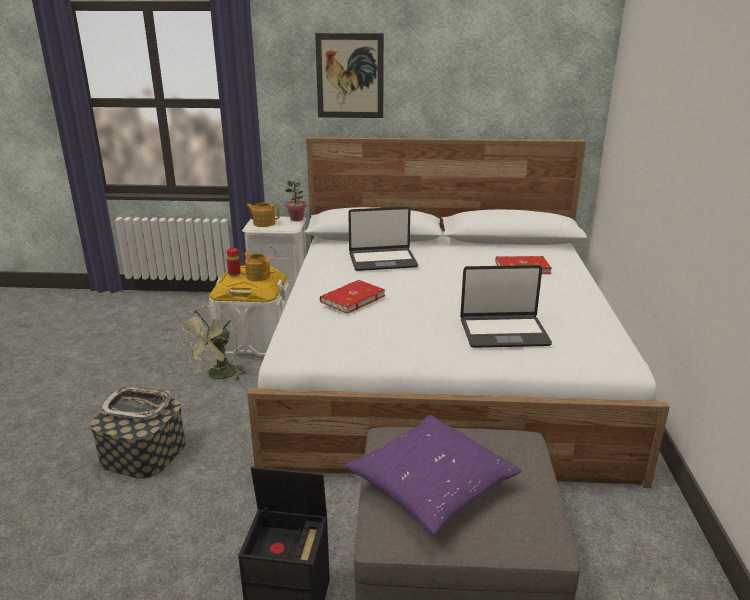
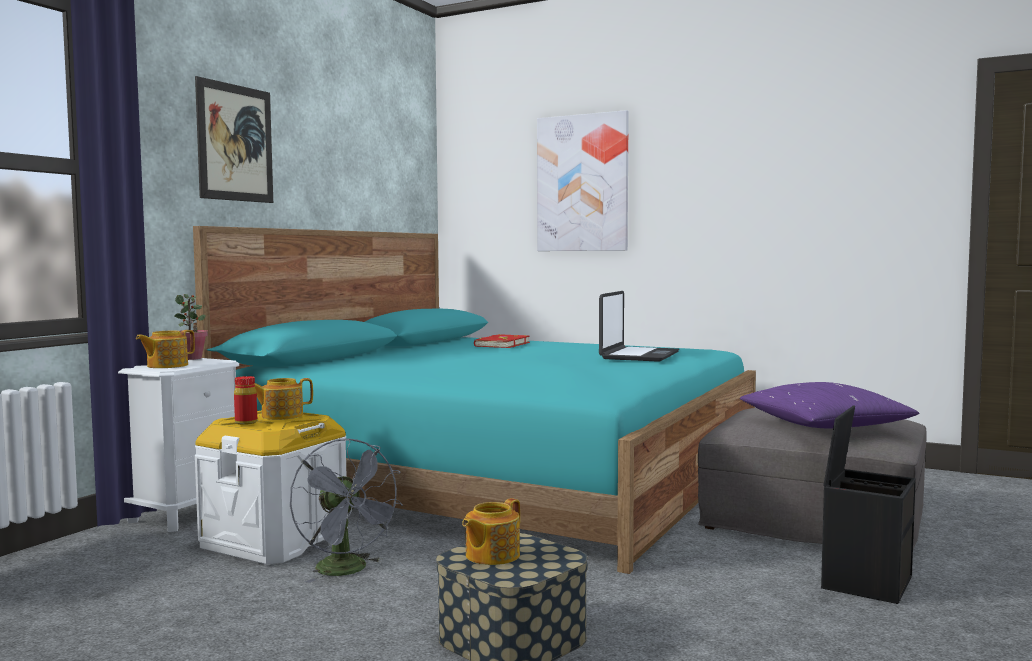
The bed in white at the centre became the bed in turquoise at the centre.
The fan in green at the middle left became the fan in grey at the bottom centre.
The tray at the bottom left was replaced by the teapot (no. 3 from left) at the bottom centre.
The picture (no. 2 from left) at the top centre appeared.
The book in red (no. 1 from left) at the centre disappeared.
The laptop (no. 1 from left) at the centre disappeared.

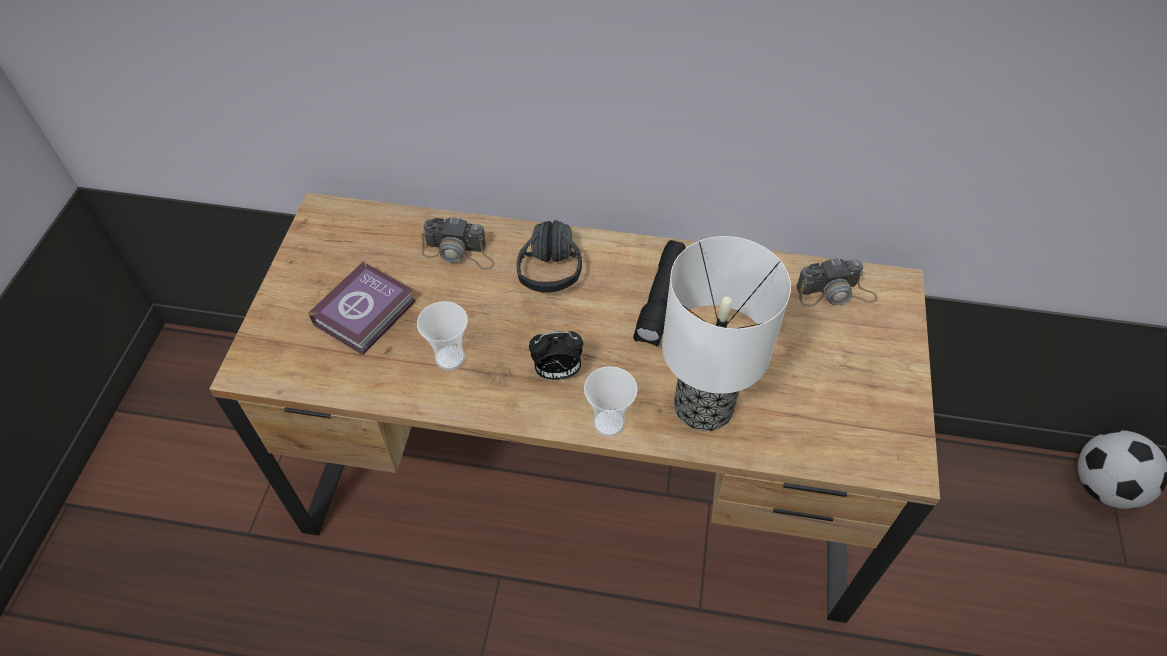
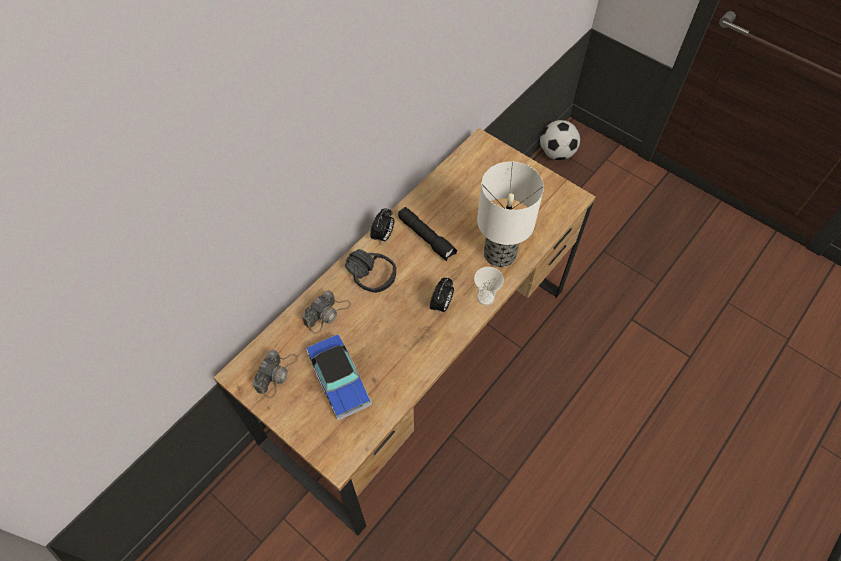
The photo camera (no. 2 from left in the first image) moved from the middle right to the bottom left.
The book at the middle left was replaced by the toy car at the bottom centre.
The alarm clock (no. 1 from left) at the centre appeared.
The cup (no. 1 from left) at the centre disappeared.

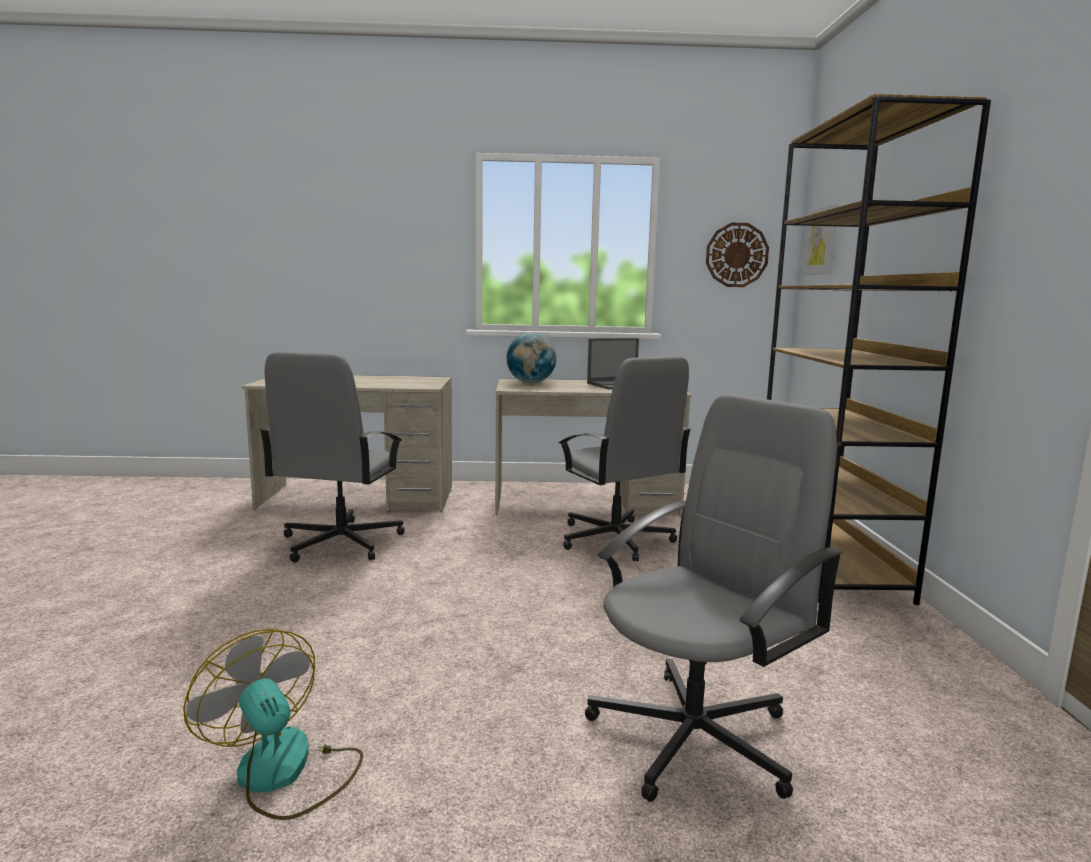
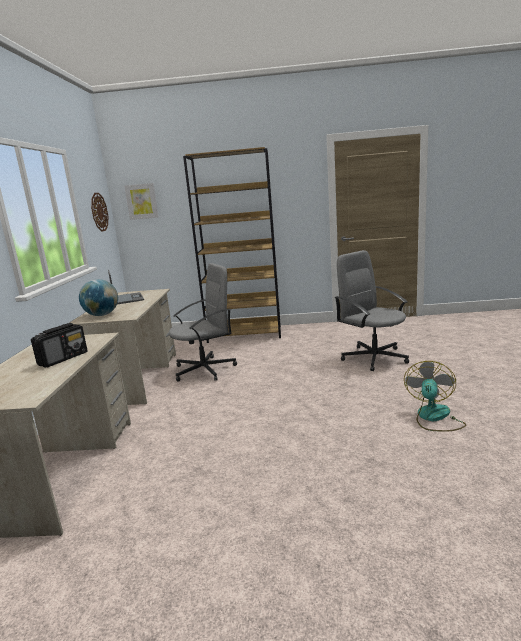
The radio at the middle left appeared.
The fan at the bottom left turned 150 degrees clockwise.
The office chair in grey (no. 1 from left) at the middle left disappeared.

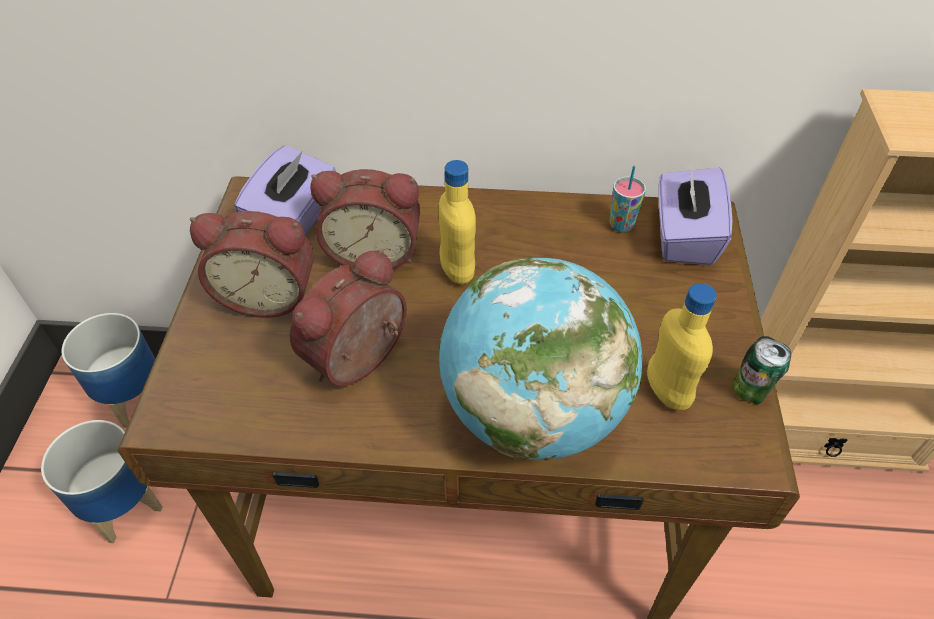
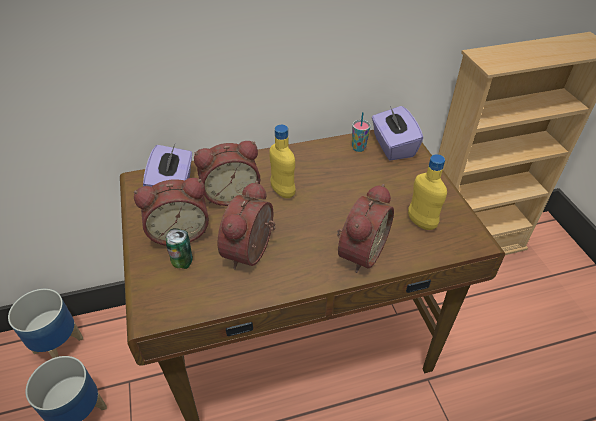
The can moved from the middle right to the middle left.
The globe at the centre was replaced by the alarm clock (no. 4 from left) at the centre.

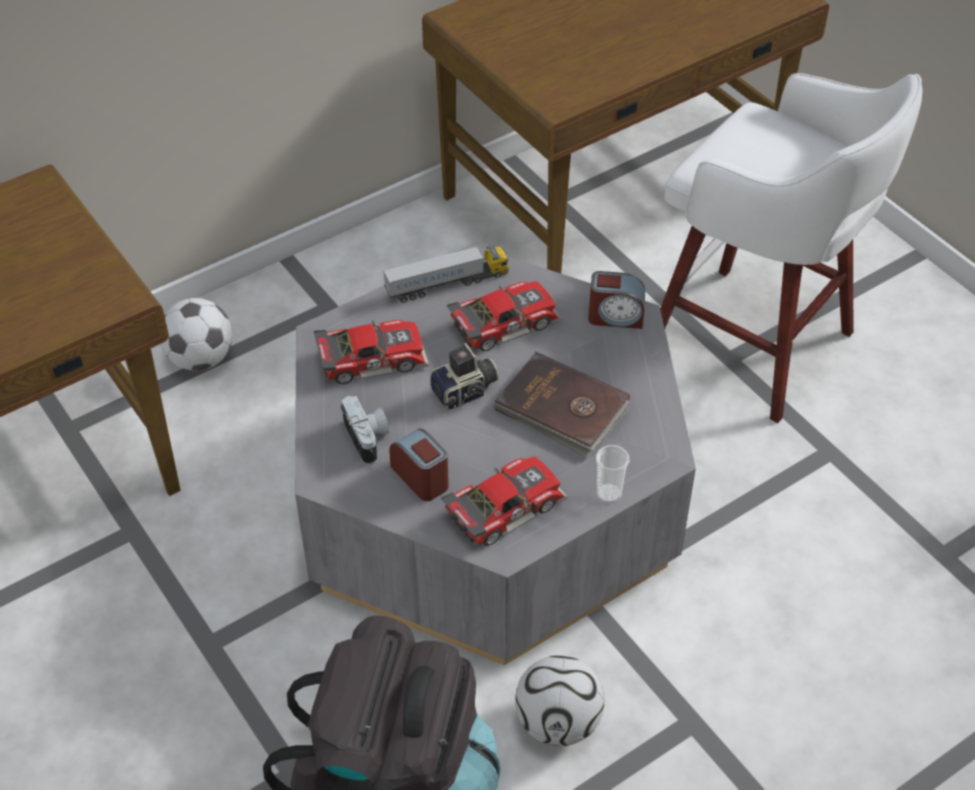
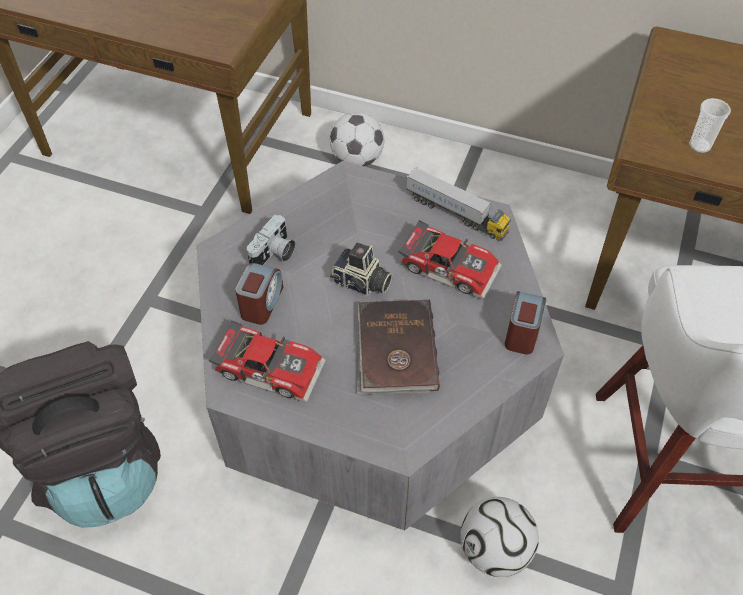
The football (no. 2 from left) moved from the bottom centre to the bottom right.
The alarm clock (no. 2 from left) at the centre turned 135 degrees counterclockwise.
The cup moved from the centre to the top right.
The toy car (no. 1 from left) at the centre disappeared.

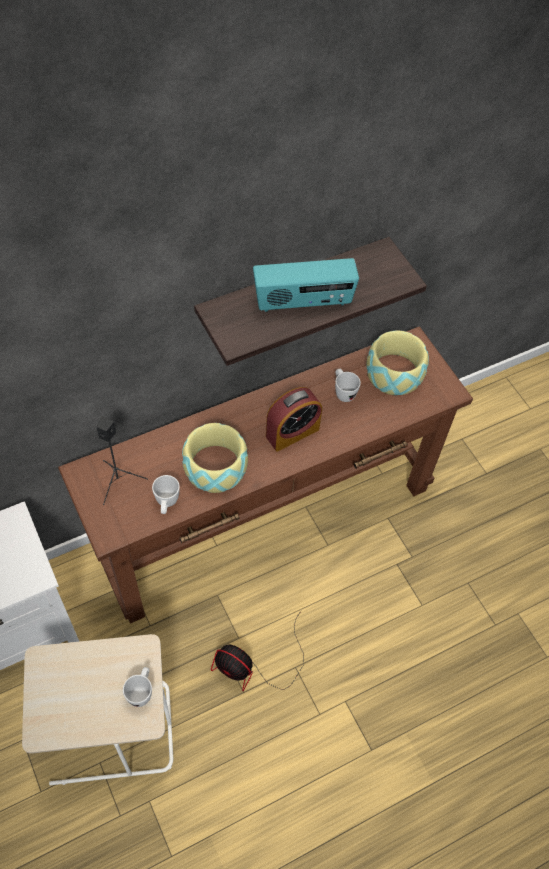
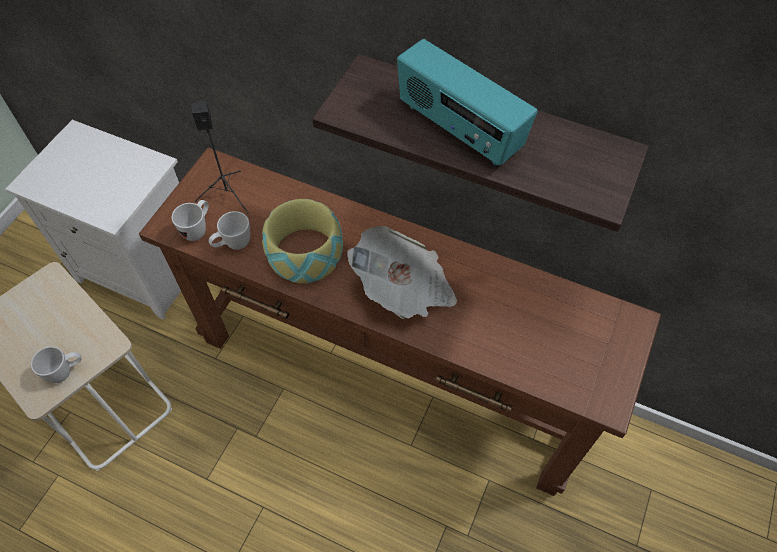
The mug in white (no. 3 from left in the first image) moved from the centre to the middle left.
The alarm clock at the centre was replaced by the newspaper at the centre.
The fan at the bottom centre disappeared.
The bowl (no. 2 from left) at the middle right disappeared.

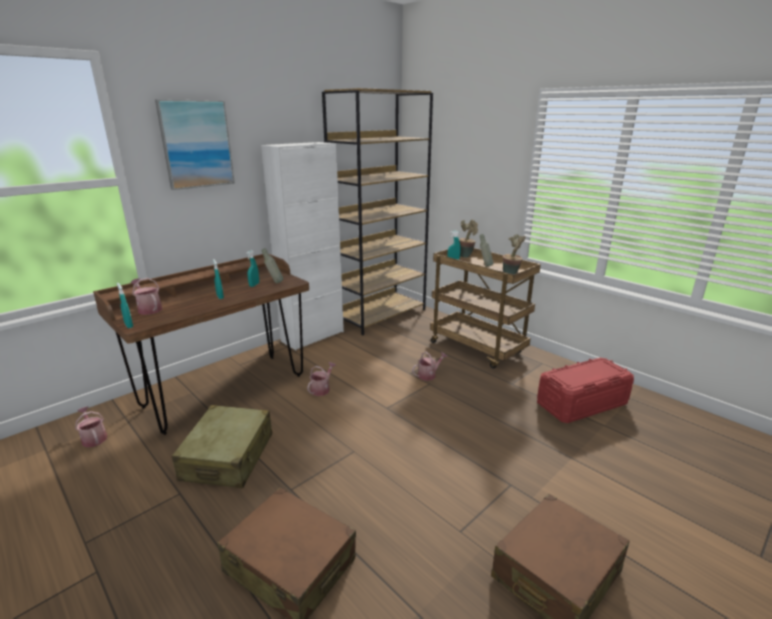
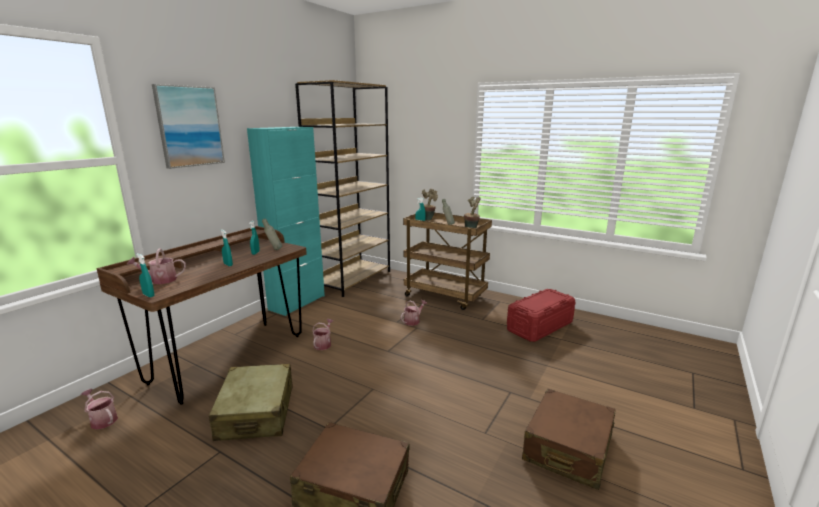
The watering can (no. 2 from left) at the middle left turned 45 degrees counterclockwise.
The cabinet in white at the centre became the cabinet in turquoise at the centre.

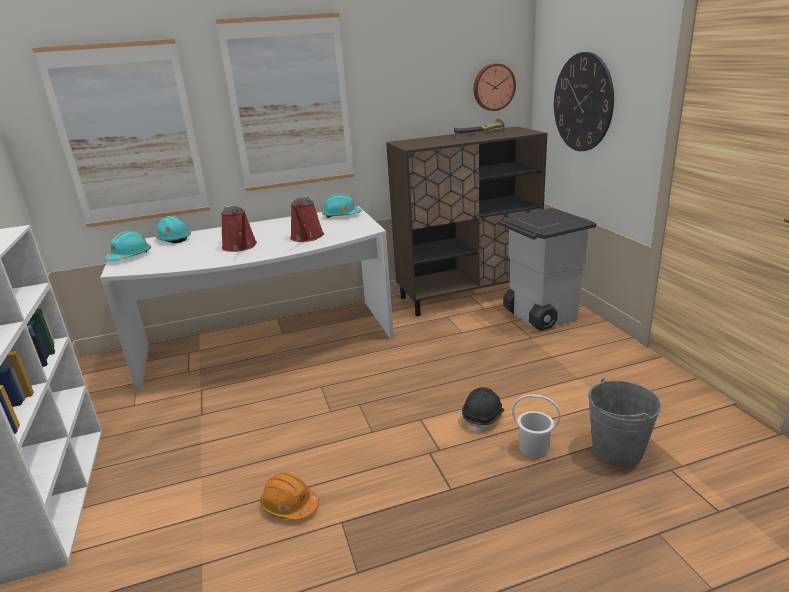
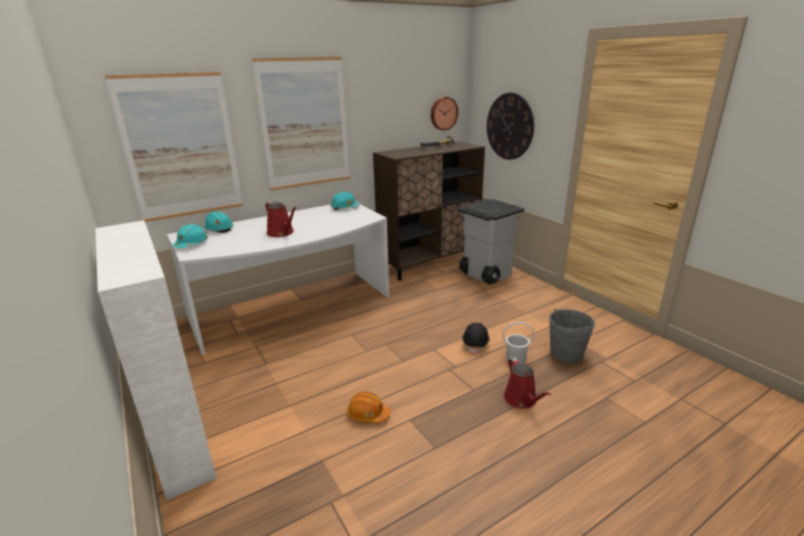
The watering can in red (no. 2 from left) moved from the centre to the bottom centre.

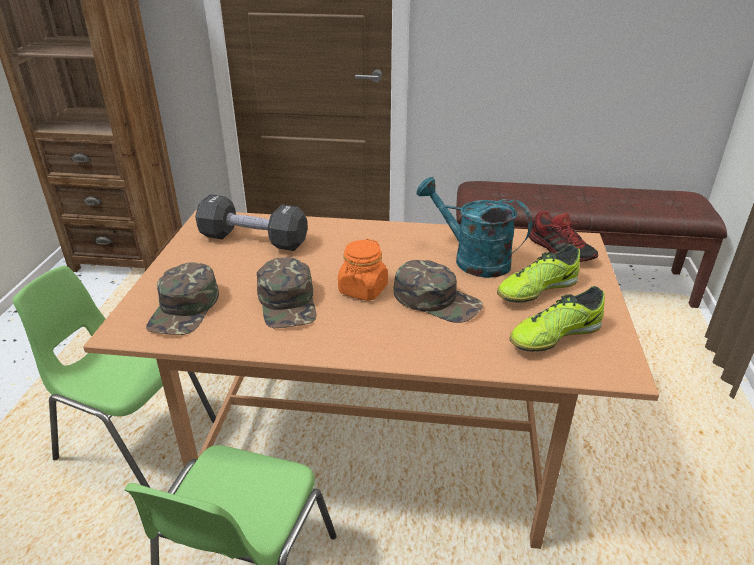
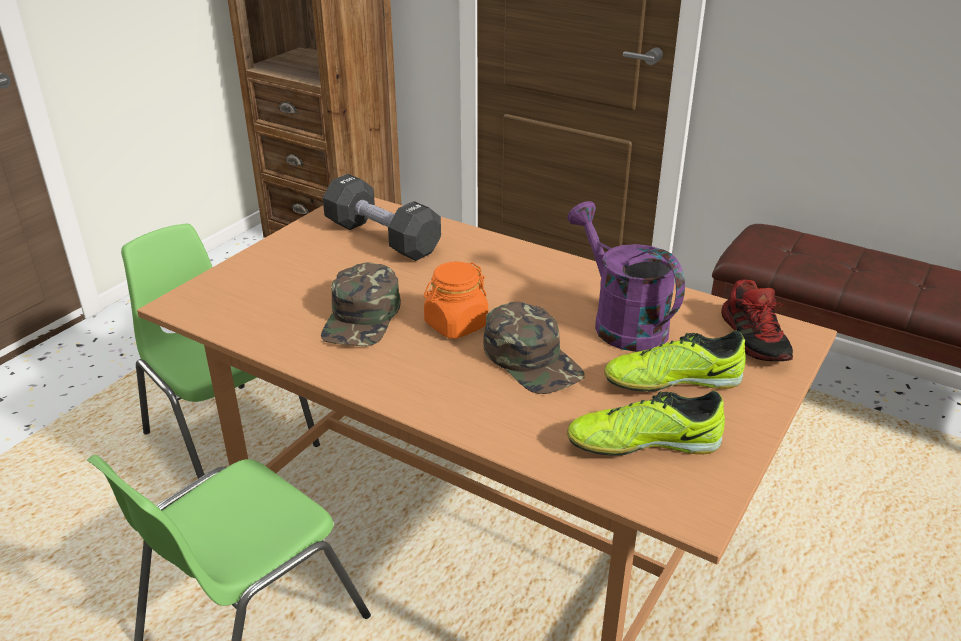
The watering can in turquoise at the centre became the watering can in purple at the centre.
The cap in green (no. 1 from left) at the middle left disappeared.

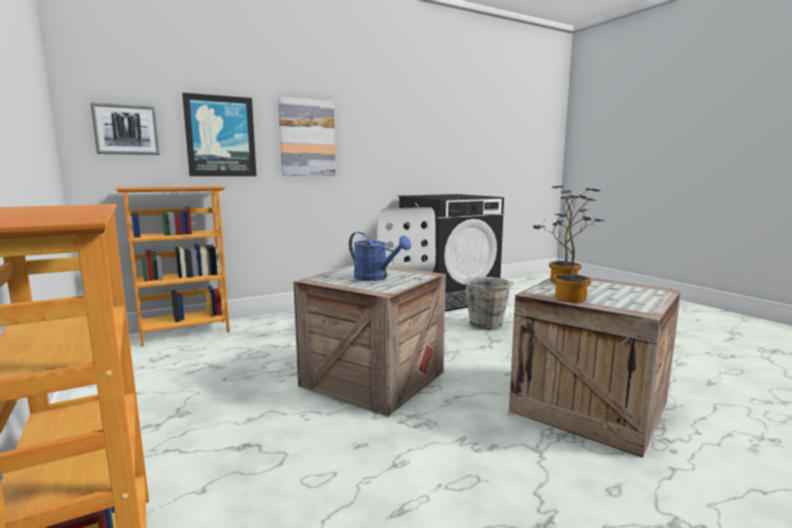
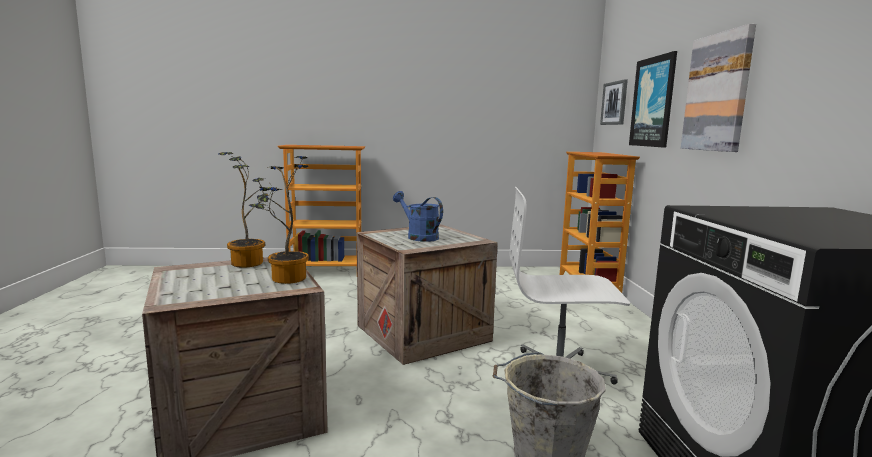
The watering can in blue at the centre turned 75 degrees clockwise.

